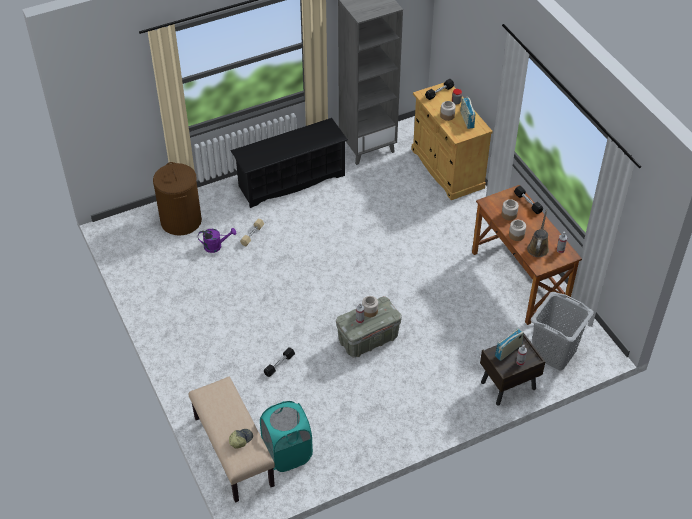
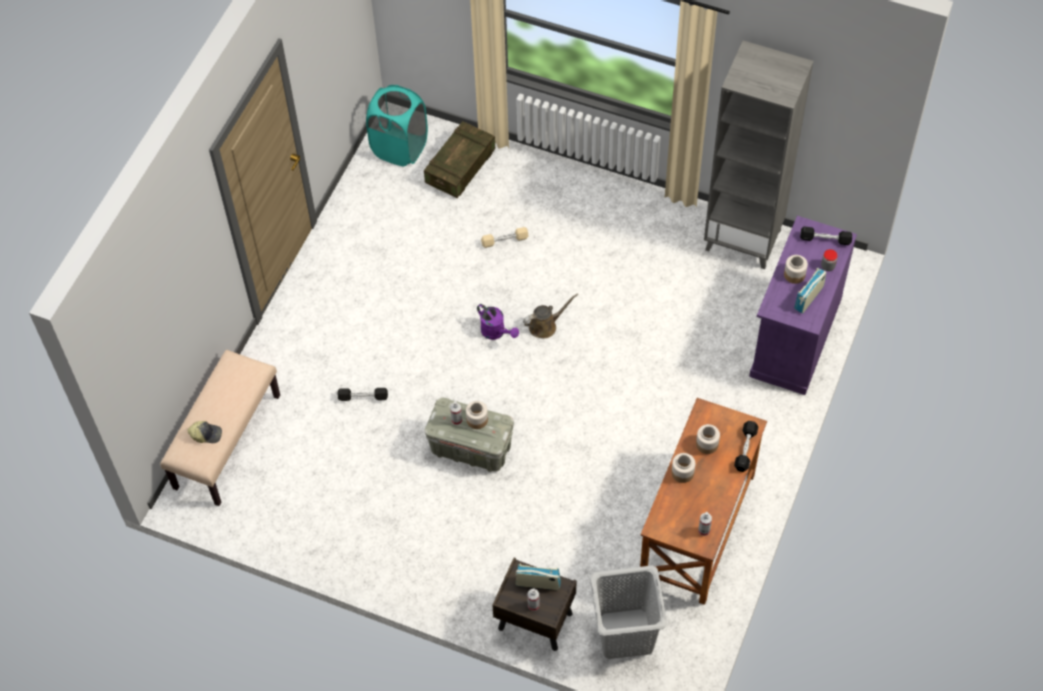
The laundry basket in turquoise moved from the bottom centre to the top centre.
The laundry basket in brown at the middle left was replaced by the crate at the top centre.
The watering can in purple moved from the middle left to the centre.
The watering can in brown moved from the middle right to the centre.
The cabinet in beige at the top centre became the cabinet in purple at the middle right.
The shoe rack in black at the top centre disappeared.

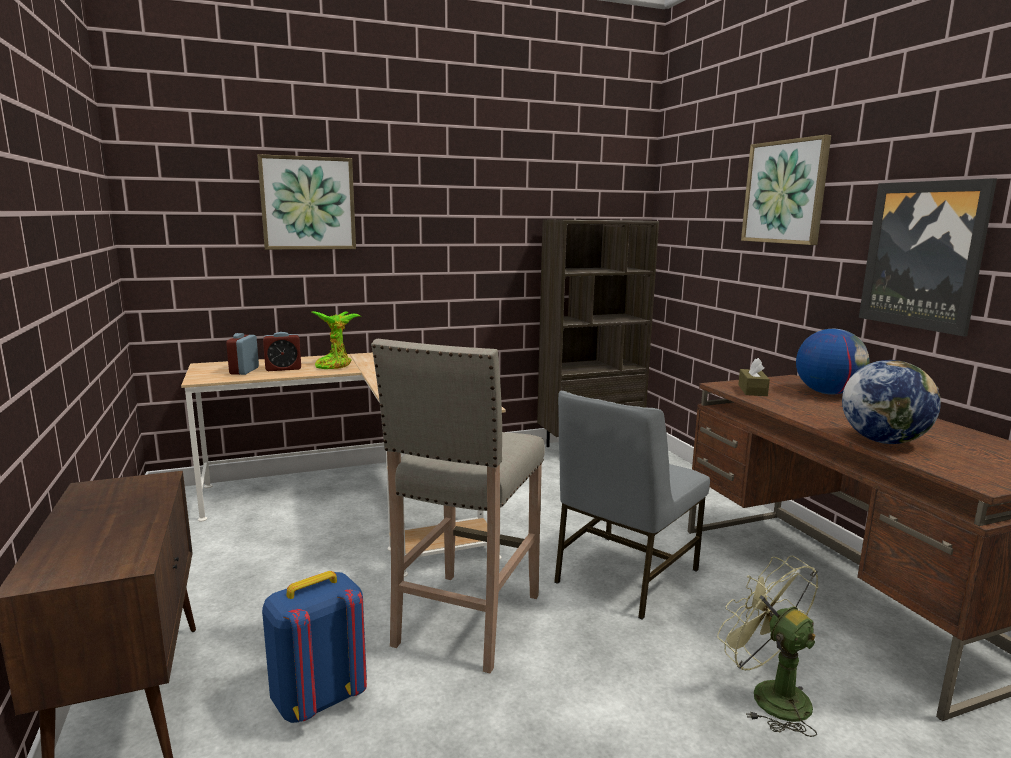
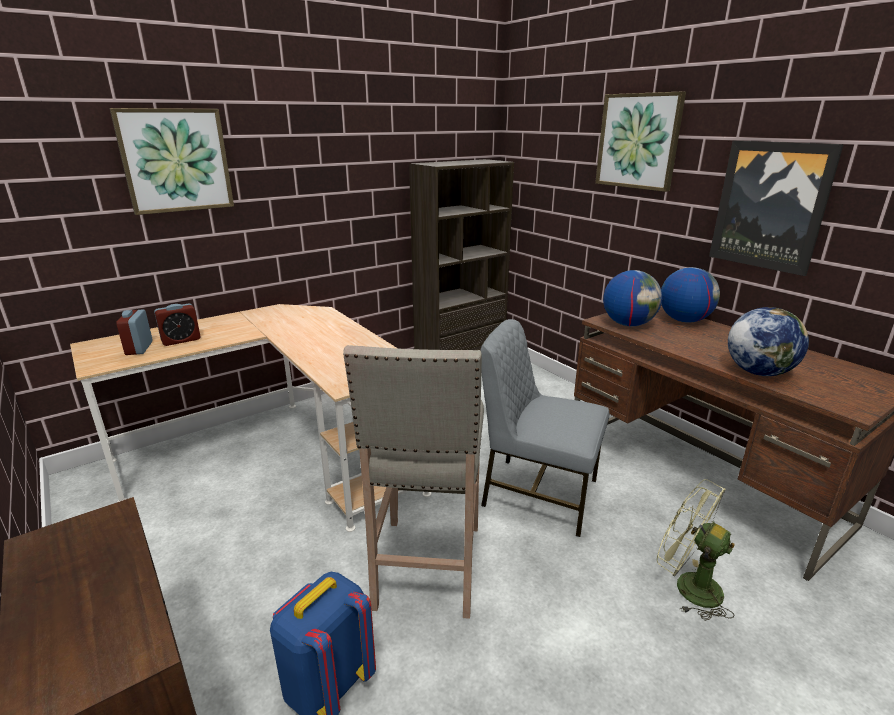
The chair in grey at the centre turned 90 degrees clockwise.
The tissue box in brown at the middle right was replaced by the globe (no. 1 from left) at the middle right.
The potted plant at the middle left disappeared.

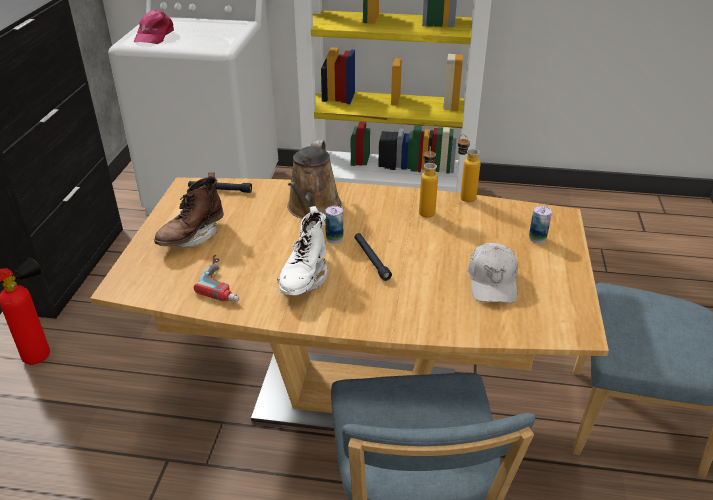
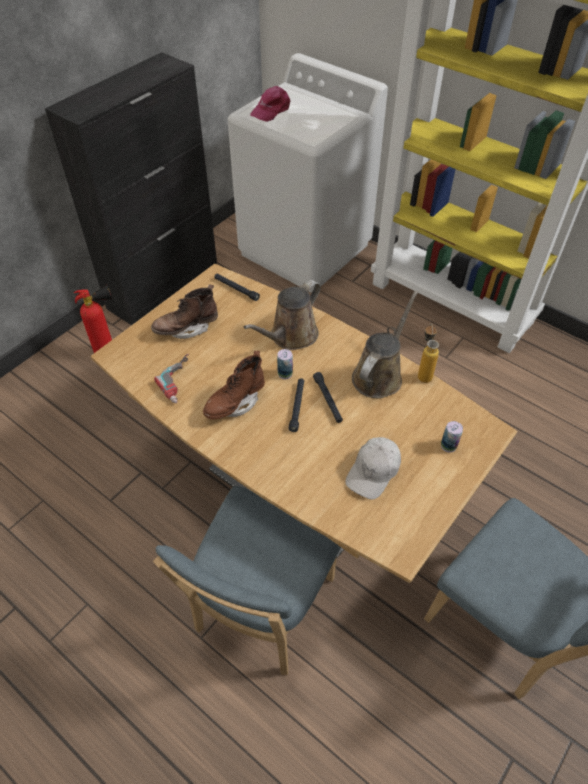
The boot in white at the centre became the boot in brown (no. 2 from left) at the centre.
The flashlight in black (no. 3 from left) at the centre appeared.
The bottle (no. 1 from left) at the centre was replaced by the watering can in brown (no. 2 from left) at the centre.

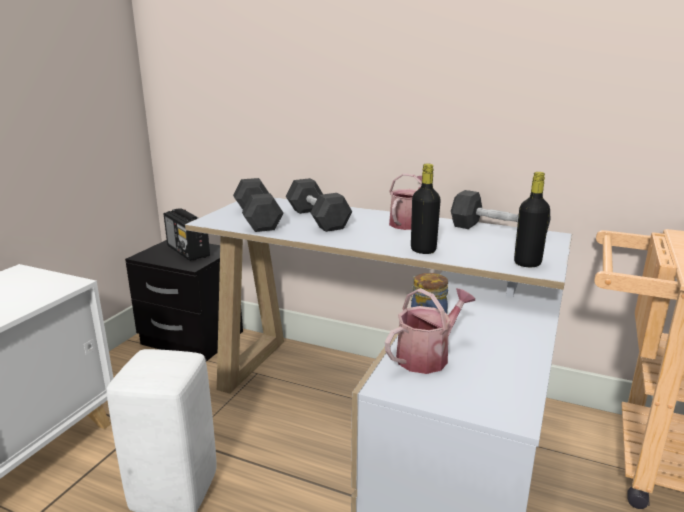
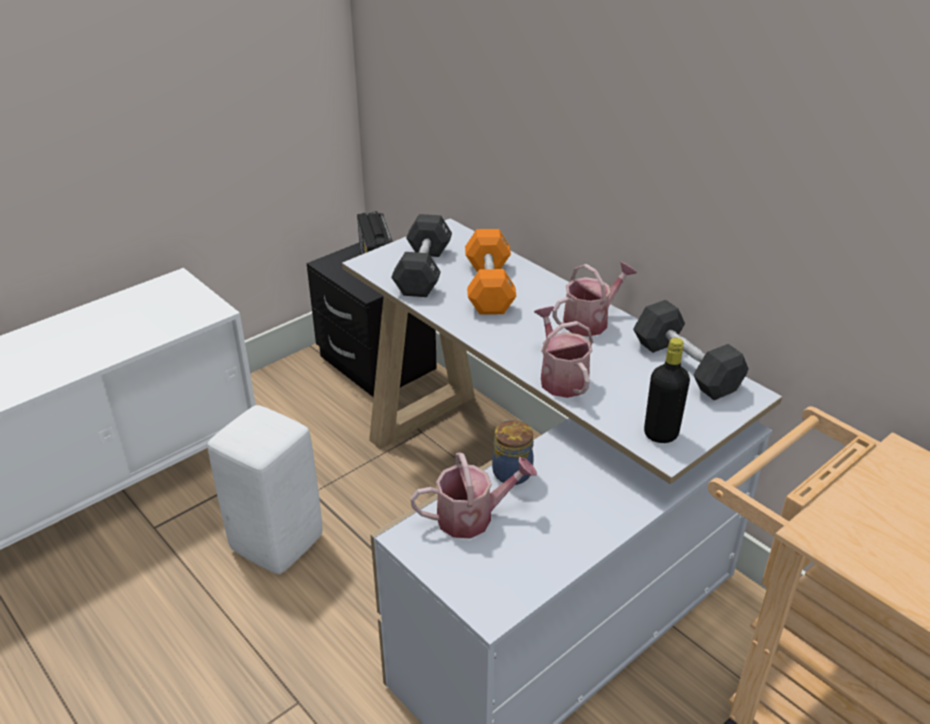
The dumbbell in black (no. 2 from left) at the centre became the dumbbell in orange at the centre.
The bottle in black (no. 1 from left) at the centre was replaced by the watering can (no. 2 from left) at the centre.

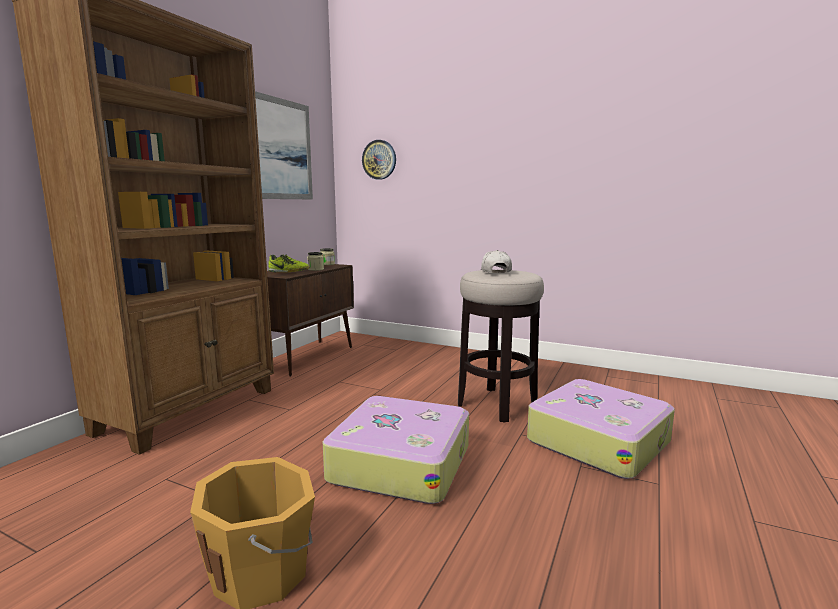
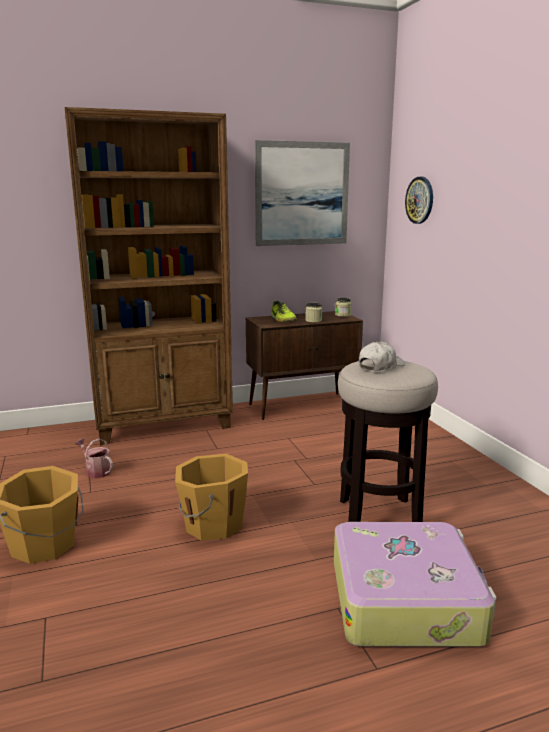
The watering can at the middle left appeared.
The suitcase (no. 1 from left) at the bottom centre was replaced by the bucket in orange (no. 2 from left) at the bottom centre.

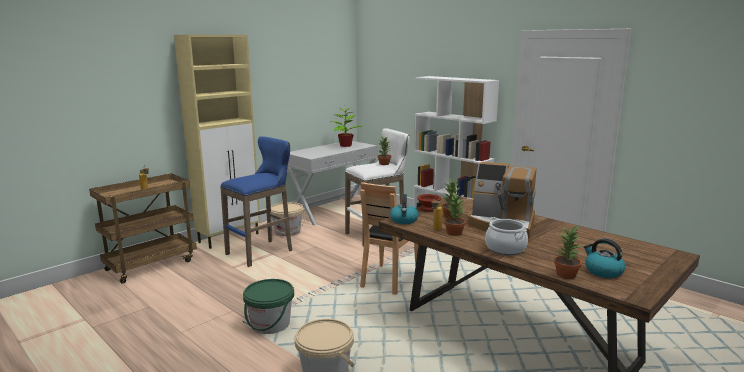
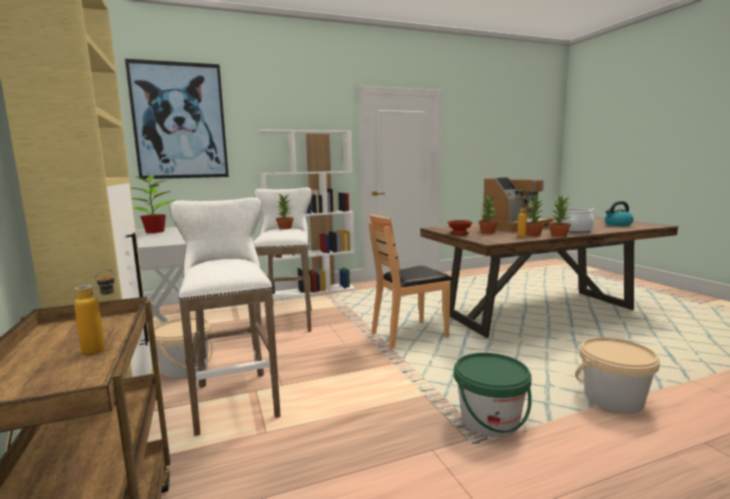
The picture at the top left appeared.
The stool in blue at the centre became the stool in white (no. 1 from left) at the middle left.
The chair in brown at the centre turned 105 degrees clockwise.
The potted plant (no. 5 from left) moved from the bottom right to the middle right.
The kettle (no. 1 from left) at the centre disappeared.

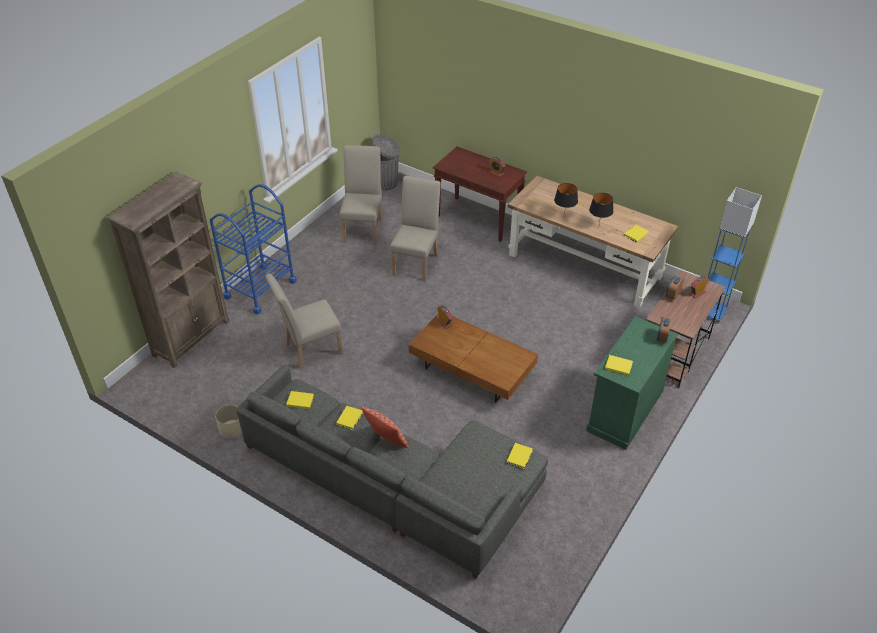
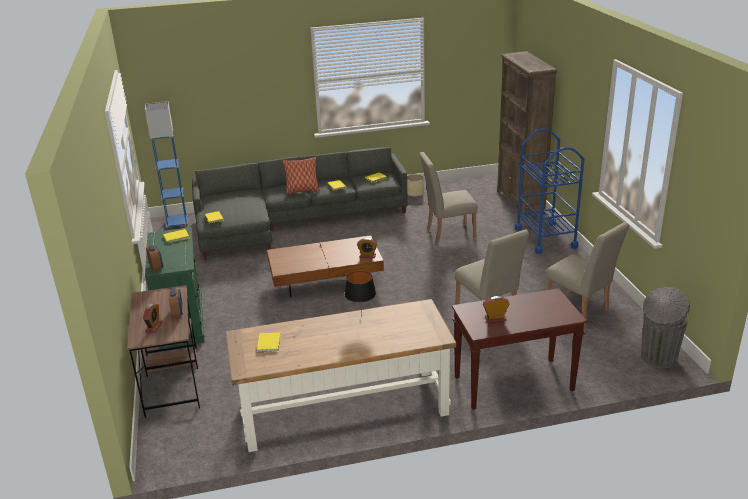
The floor lamp in blue moved from the middle right to the top left.
The chair in beige (no. 1 from left) at the centre turned 120 degrees counterclockwise.
The table lamp in black (no. 2 from left) at the top right disappeared.

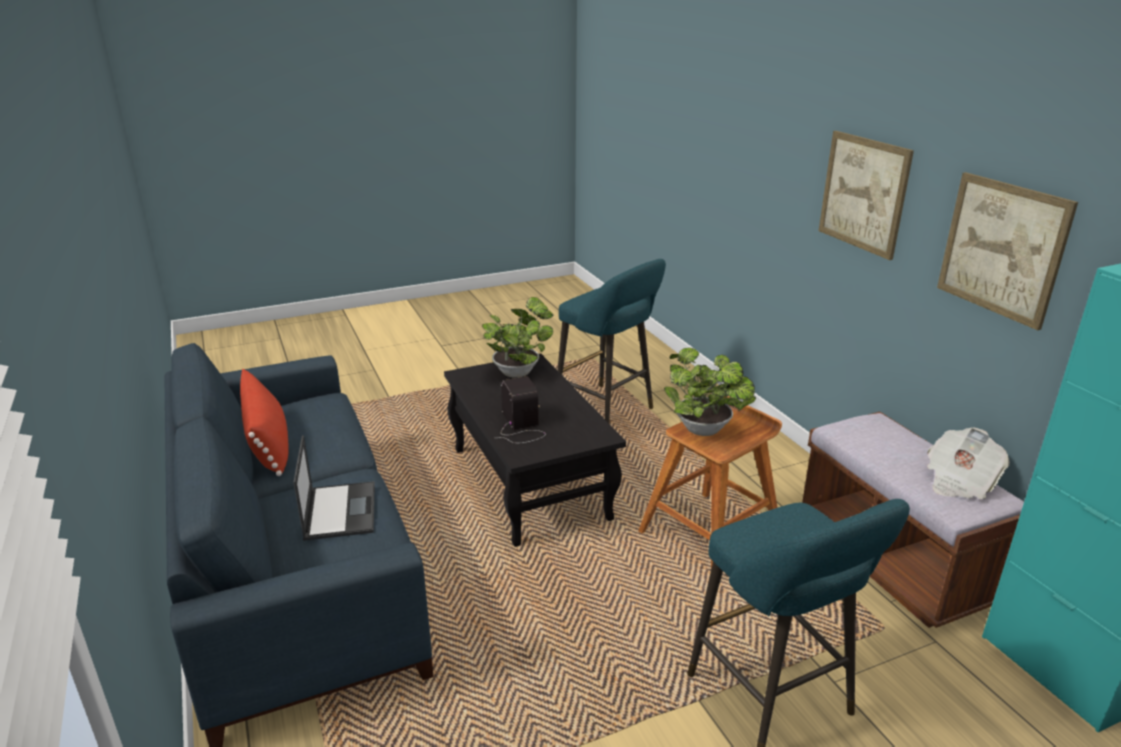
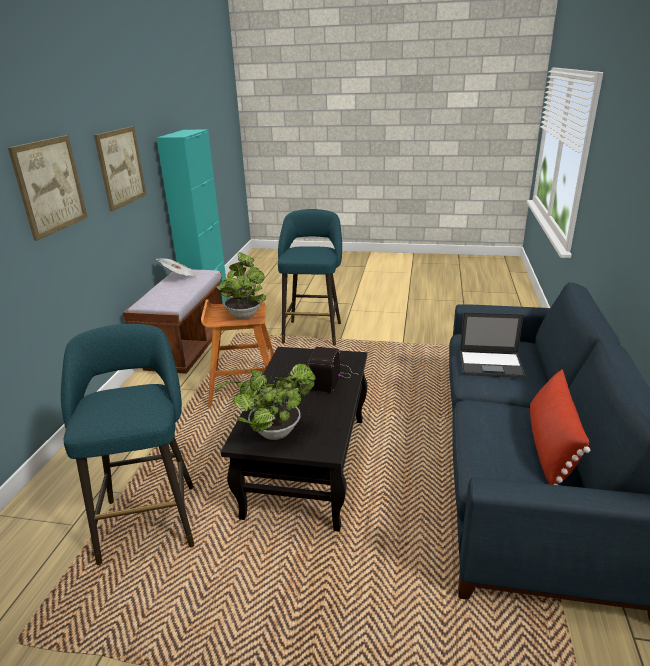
The laptop at the middle left turned 105 degrees counterclockwise.

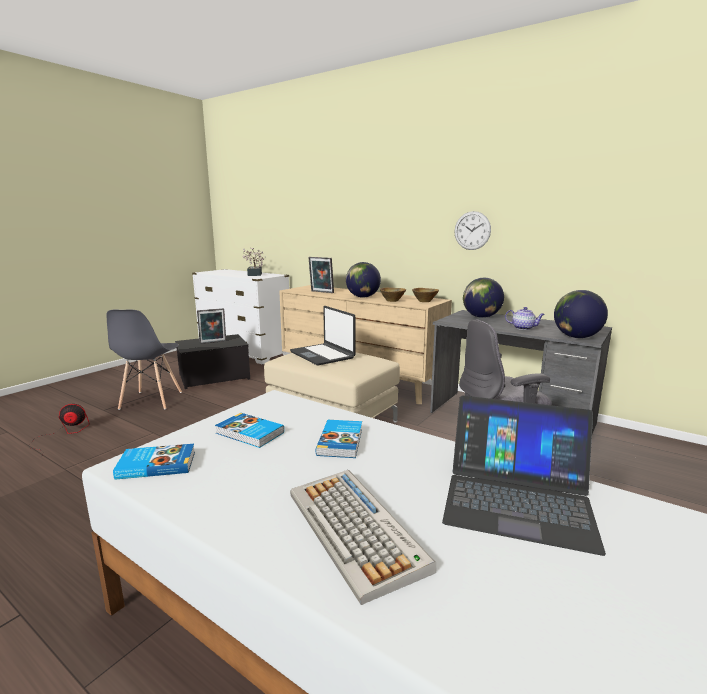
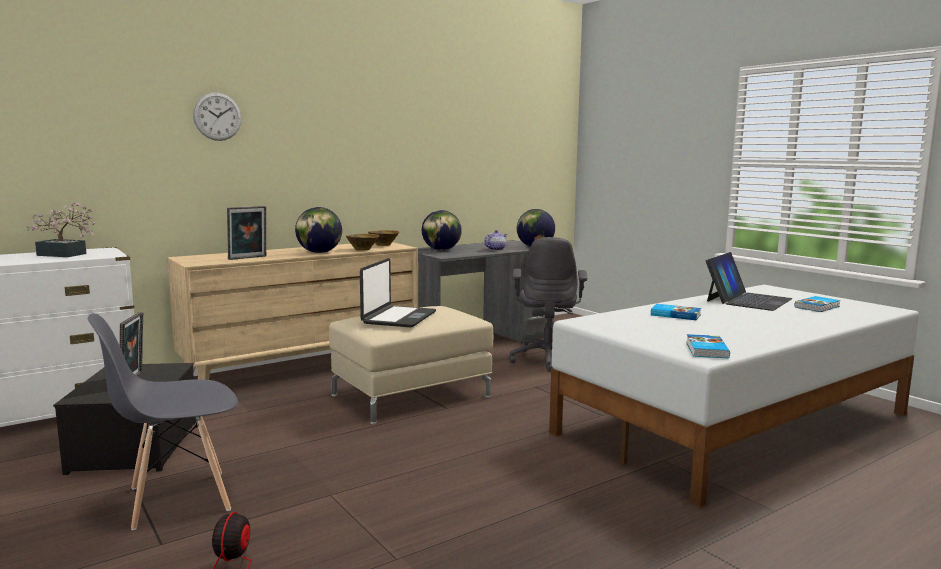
The chair in grey at the middle left turned 135 degrees clockwise.
The wall clock moved from the top right to the top left.
The laptop (no. 1 from left) at the centre turned 60 degrees counterclockwise.
The book (no. 2 from left in the first image) moved from the centre to the middle right.
The keyboard at the bottom centre disappeared.

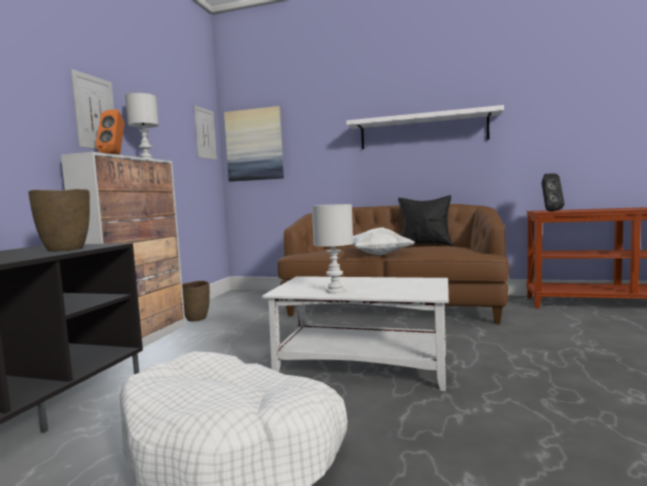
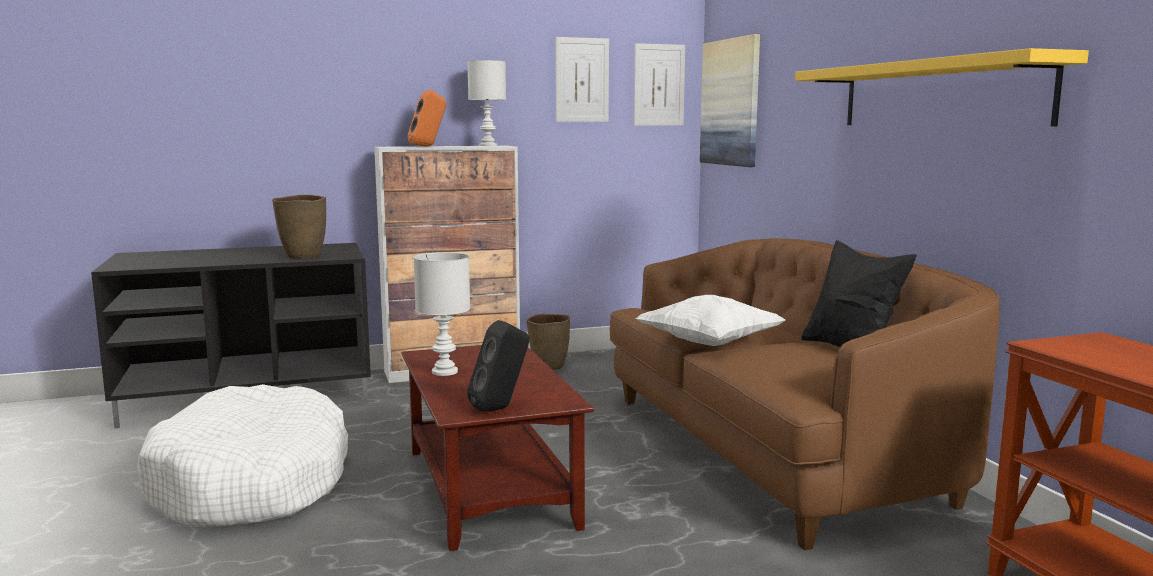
The coffee table in white at the bottom centre became the coffee table in brown at the bottom centre.
The speaker in black moved from the middle right to the centre.
The picture (no. 1 from left) moved from the top left to the top centre.
The shelf in white at the top centre became the shelf in yellow at the top right.

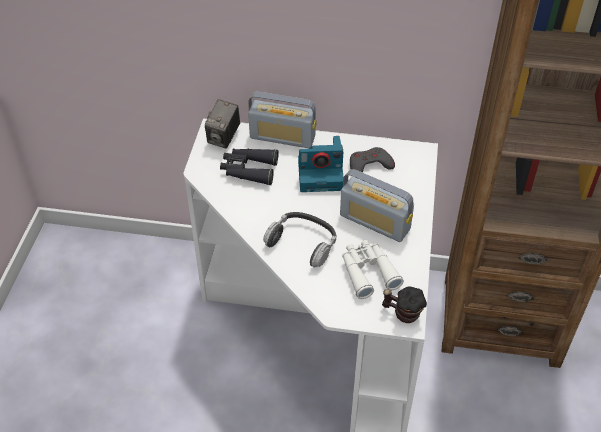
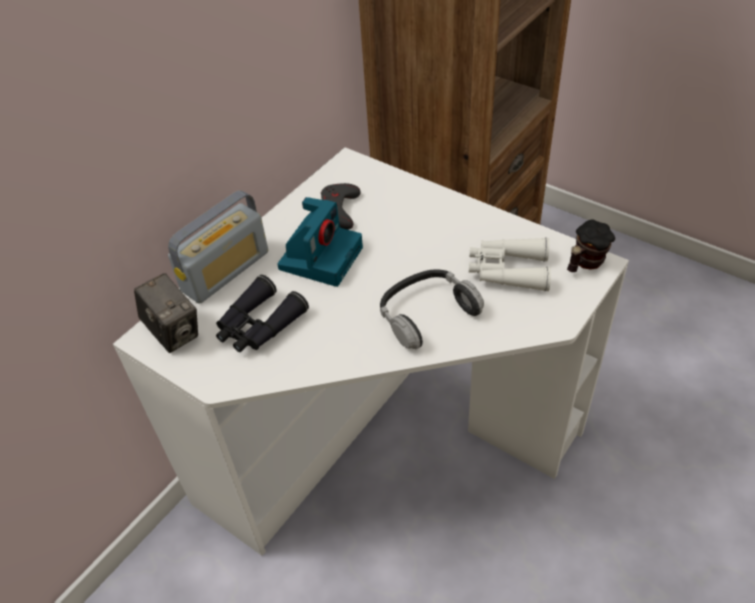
The radio (no. 2 from left) at the centre disappeared.

